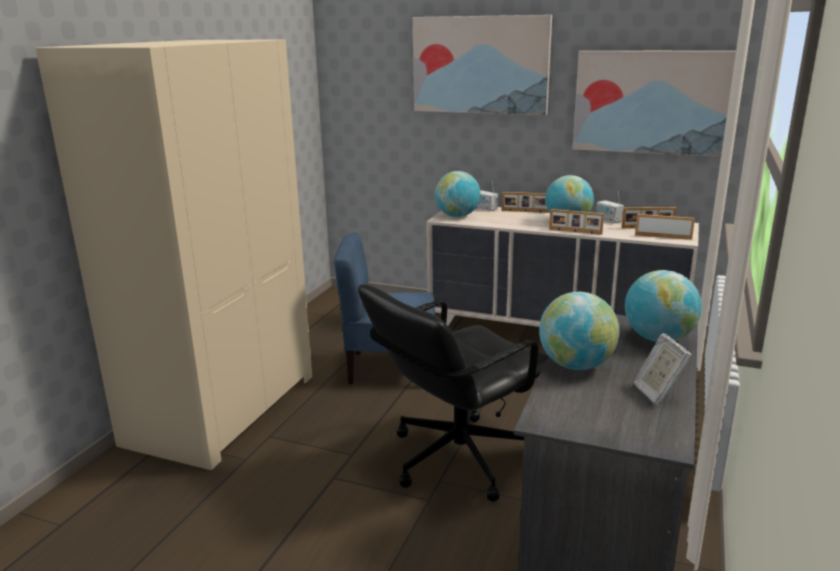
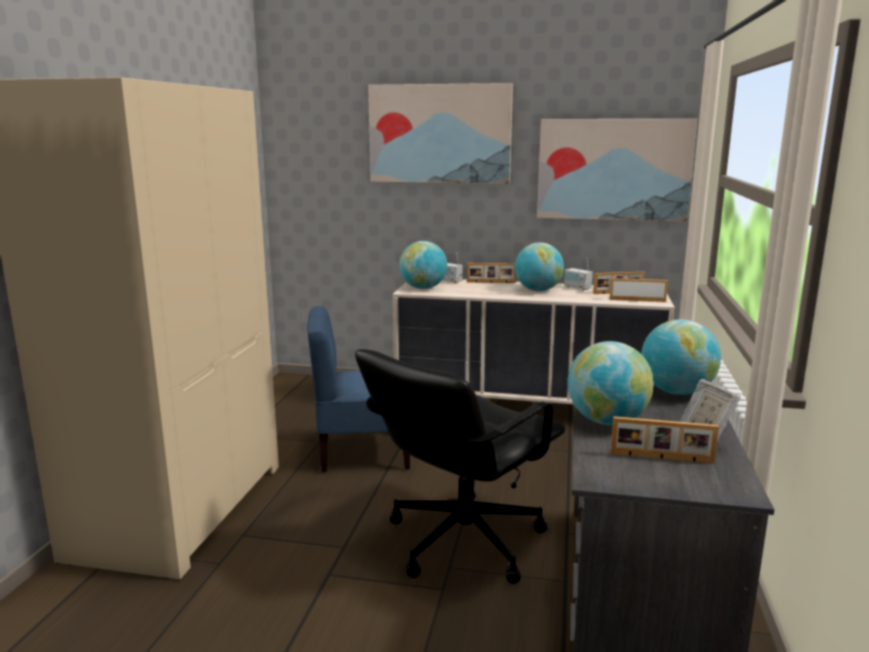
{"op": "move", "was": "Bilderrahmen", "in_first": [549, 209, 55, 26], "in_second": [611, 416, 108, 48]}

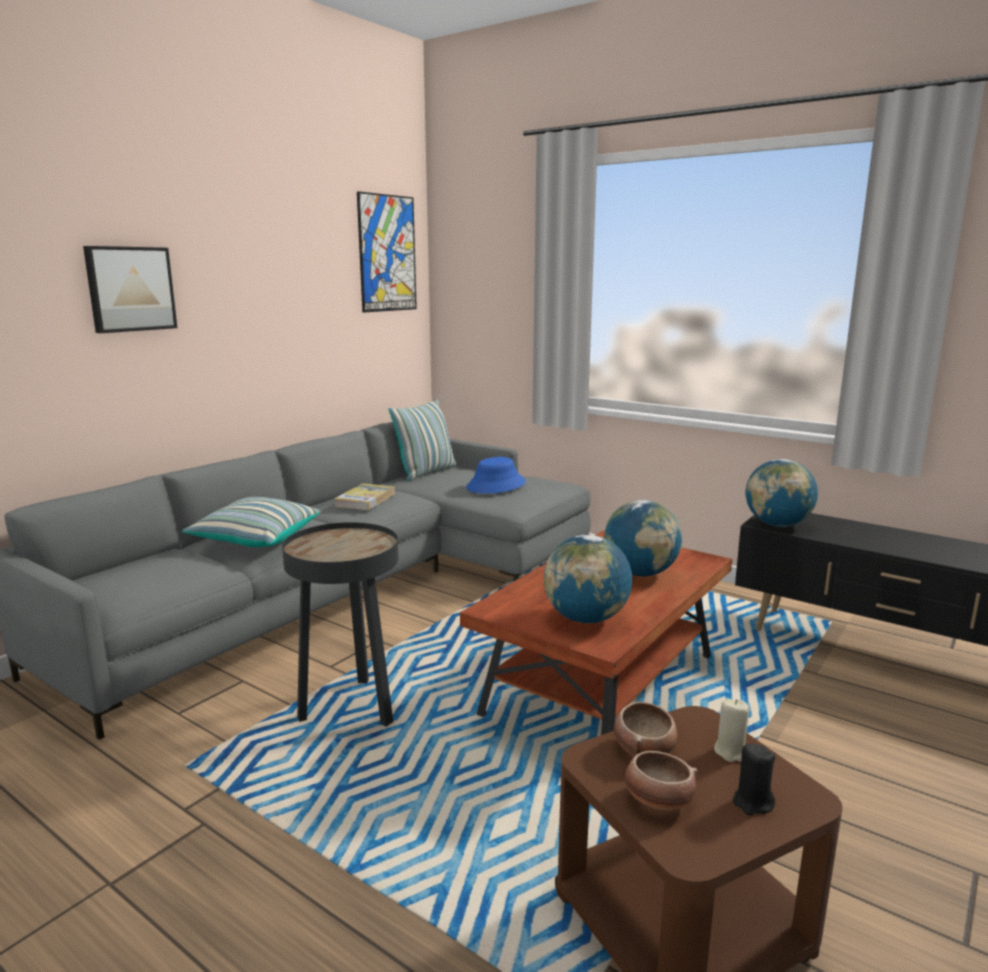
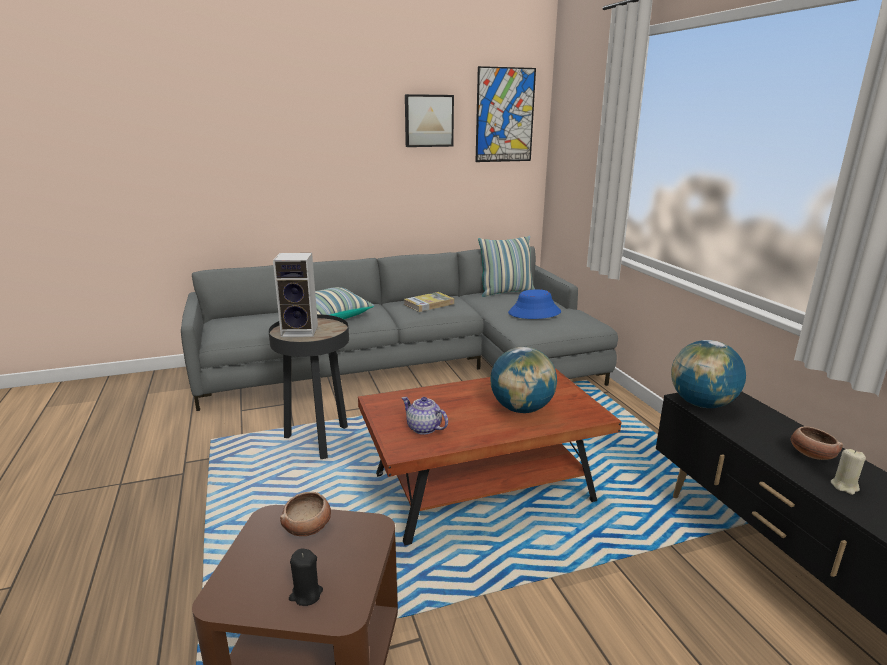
{"op": "insert", "now": "Lautsprecher", "in_second": [273, 253, 45, 84]}
{"op": "move", "was": "Bild", "in_first": [83, 246, 94, 87], "in_second": [405, 94, 49, 53]}
{"op": "move", "was": "Schüssel", "in_first": [625, 751, 73, 59], "in_second": [791, 426, 52, 34]}
{"op": "move", "was": "Kerze/beige", "in_first": [714, 699, 36, 63], "in_second": [831, 449, 35, 46]}
{"op": "replace", "was": "Globus", "now": "Teekanne", "in_first": [544, 535, 88, 88], "in_second": [402, 397, 46, 38]}

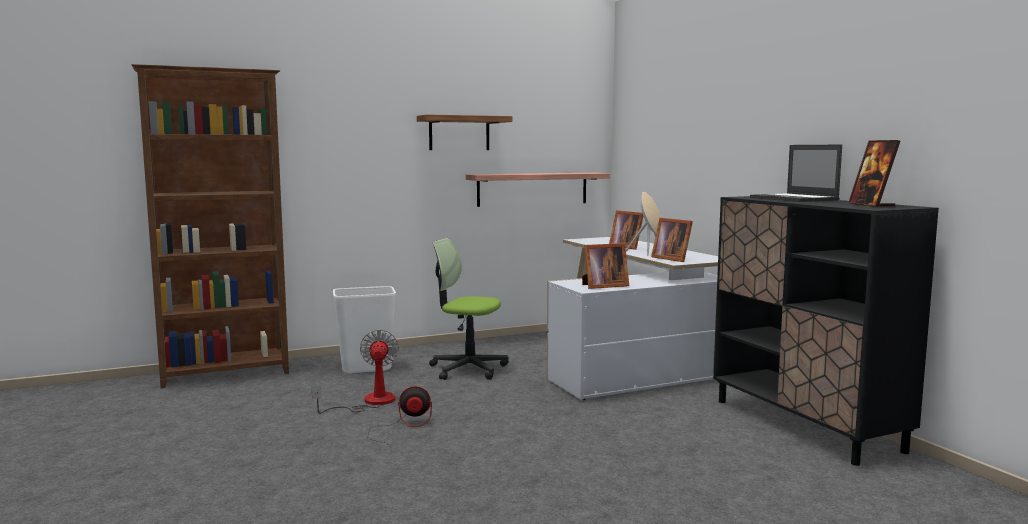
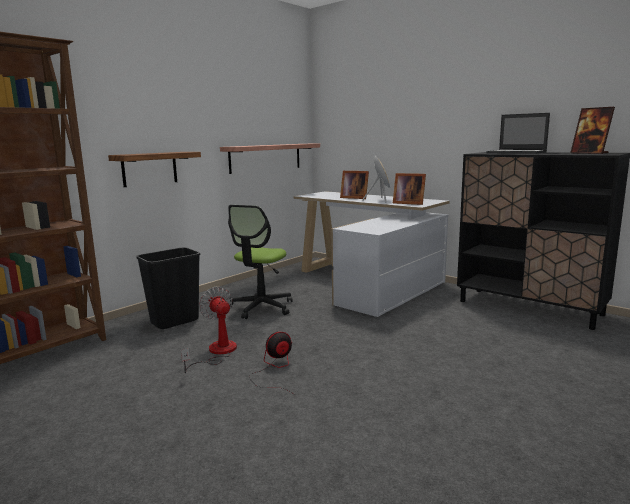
{"op": "delete", "was": "Bilderrahmen", "in_first": [582, 243, 47, 46]}
{"op": "move", "was": "Wandregal", "in_first": [417, 114, 95, 36], "in_second": [108, 152, 93, 35]}
{"op": "recolor", "was": "Mülleimer/weiß", "now": "Mülleimer/schwarz", "in_first": [333, 286, 63, 87], "in_second": [136, 247, 64, 82]}
{"op": "rotate", "was": "Bürostuhl", "in_first": [429, 238, 80, 142], "in_second": [228, 205, 64, 114], "clockwise": -60}

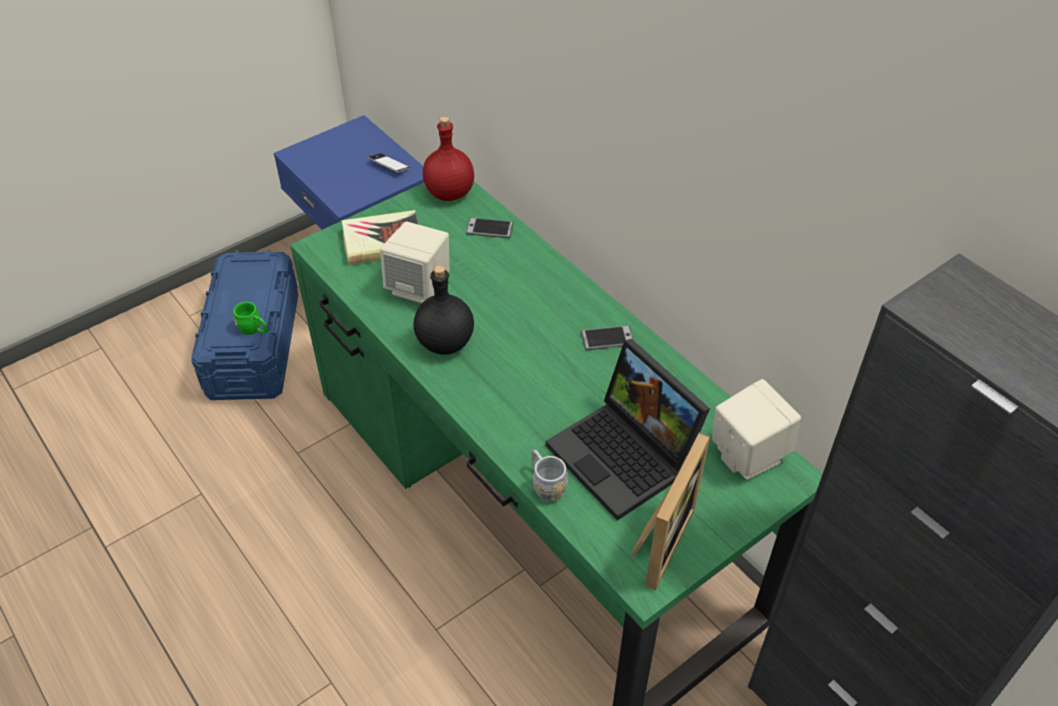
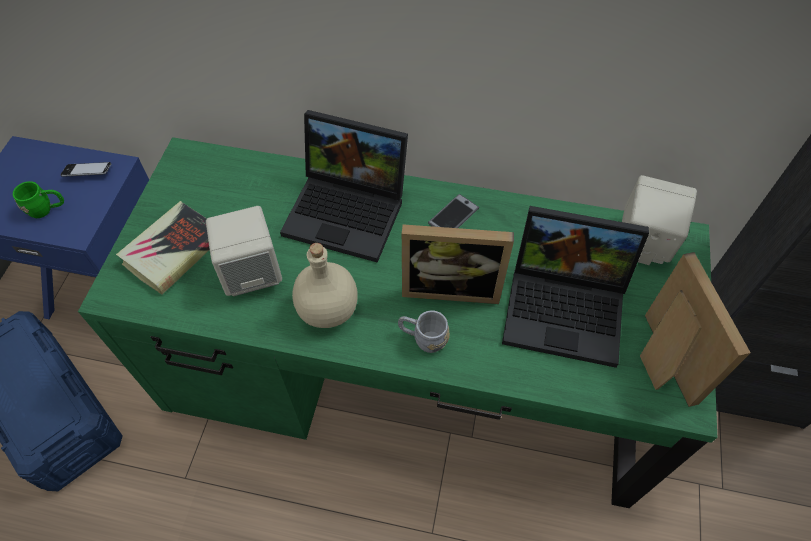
{"op": "delete", "was": "Flasche/rot", "in_first": [423, 116, 51, 85]}
{"op": "delete", "was": "Handy", "in_first": [466, 218, 48, 20]}
{"op": "insert", "now": "Laptop", "in_second": [280, 110, 128, 153]}
{"op": "insert", "now": "Bilderrahmen", "in_second": [402, 224, 112, 80]}
{"op": "move", "was": "Henkelbecher/grün", "in_first": [233, 302, 35, 33], "in_second": [13, 181, 51, 37]}
{"op": "move", "was": "Henkelbecher/grau", "in_first": [531, 450, 37, 52], "in_second": [398, 310, 52, 43]}
{"op": "recolor", "was": "Flasche/schwarz", "now": "Flasche/beige", "in_first": [414, 265, 60, 90], "in_second": [292, 243, 66, 85]}

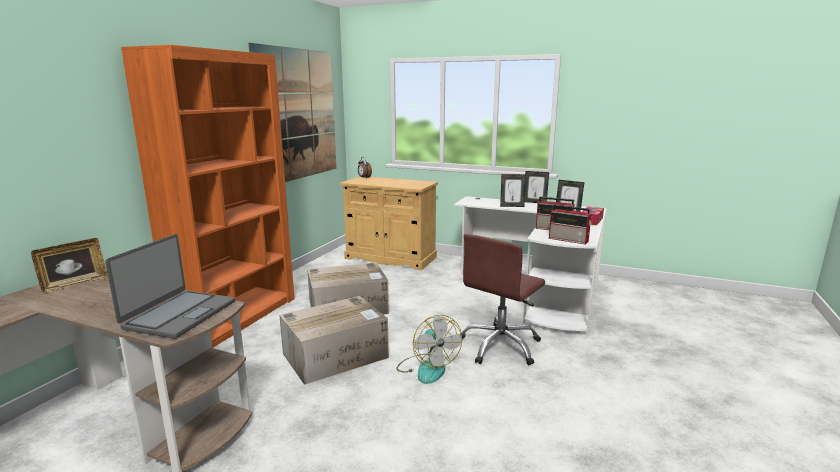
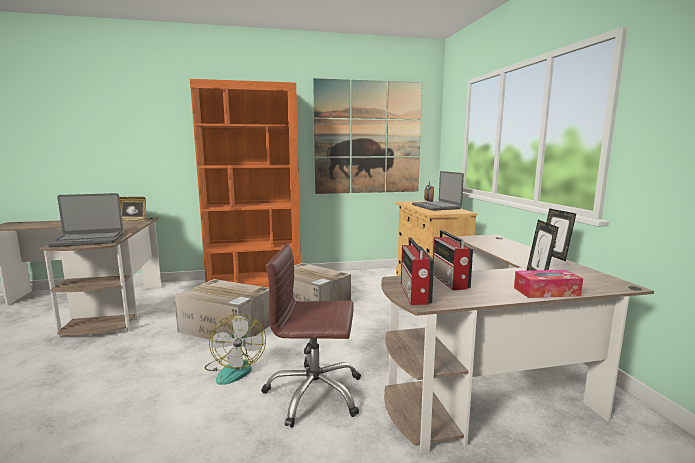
{"op": "delete", "was": "Bilderrahmen", "in_first": [500, 174, 26, 33]}
{"op": "insert", "now": "Laptop", "in_second": [412, 171, 52, 40]}
{"op": "recolor", "was": "Schreibtisch/weiß", "now": "Schreibtisch/braun", "in_first": [454, 196, 153, 139], "in_second": [381, 234, 273, 220]}
{"op": "rotate", "was": "Ventilator", "in_first": [396, 315, 66, 69], "in_second": [204, 314, 62, 71], "clockwise": -45}

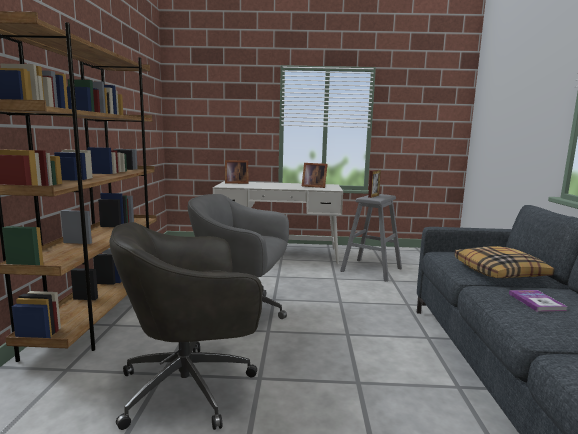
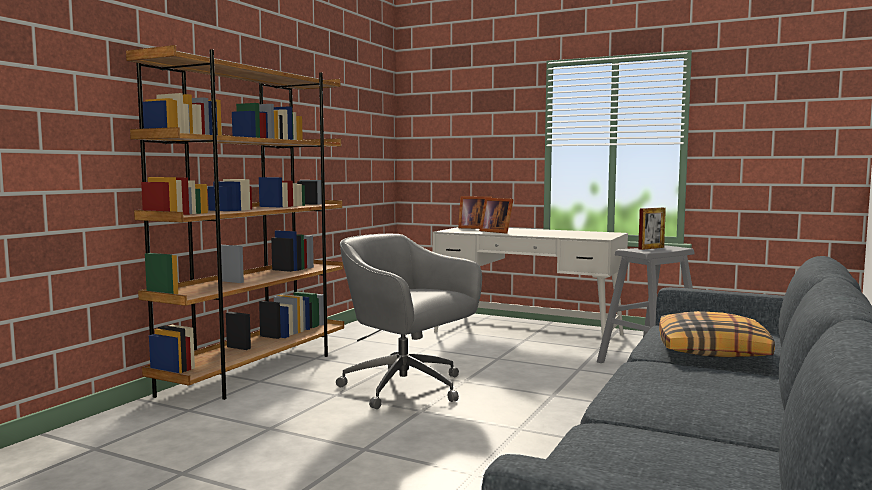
{"op": "delete", "was": "Bürostuhl/grau", "in_first": [109, 222, 153, 208]}
{"op": "delete", "was": "Buch", "in_first": [509, 290, 59, 21]}
{"op": "move", "was": "Bilderrahmen", "in_first": [302, 163, 26, 25], "in_second": [479, 198, 35, 36]}

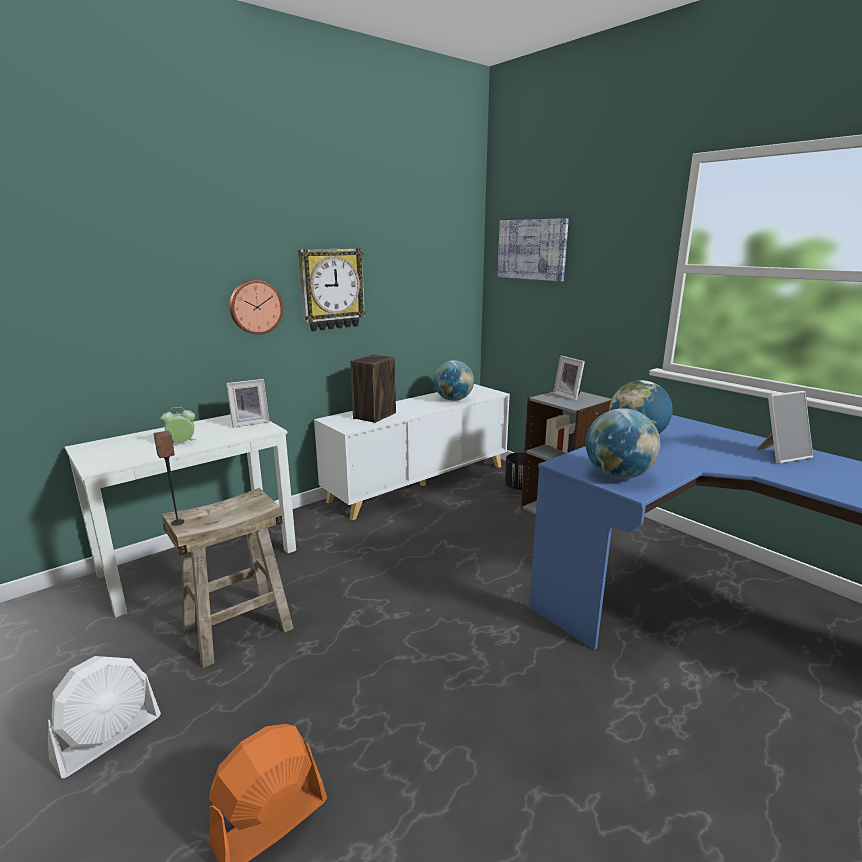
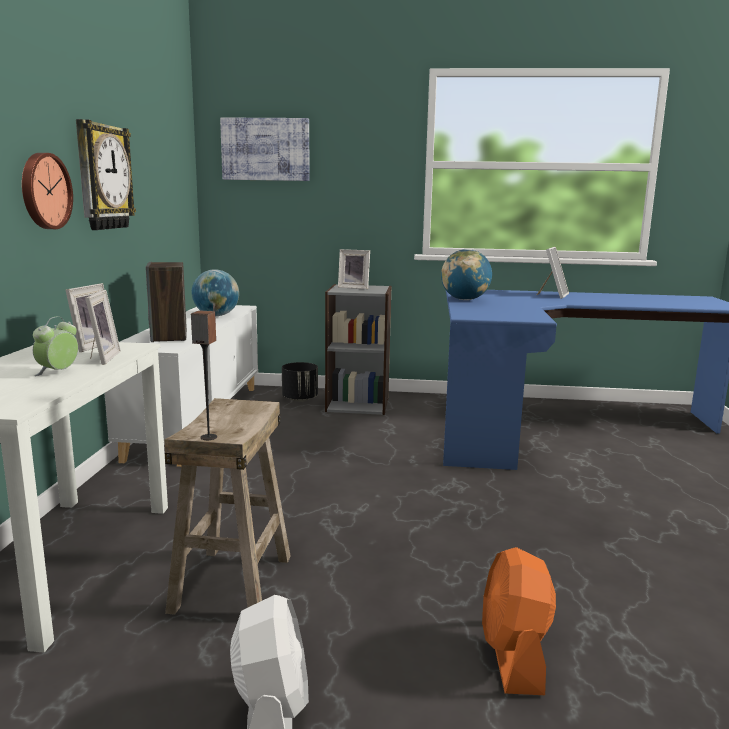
{"op": "delete", "was": "Globus", "in_first": [586, 408, 74, 71]}
{"op": "insert", "now": "Bilderrahmen", "in_second": [85, 290, 36, 75]}

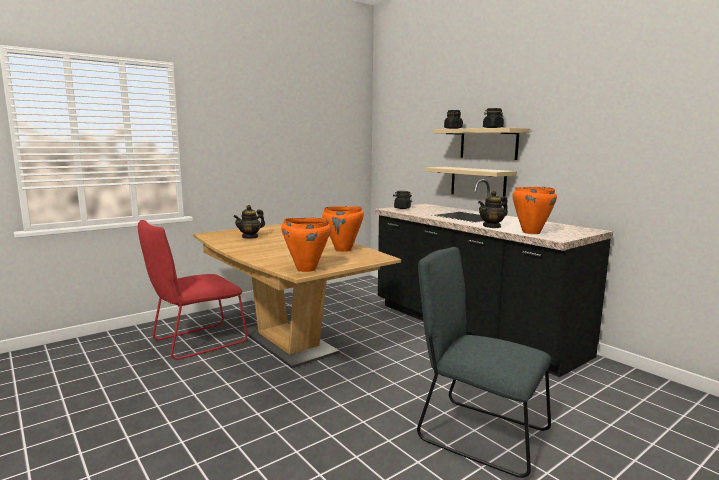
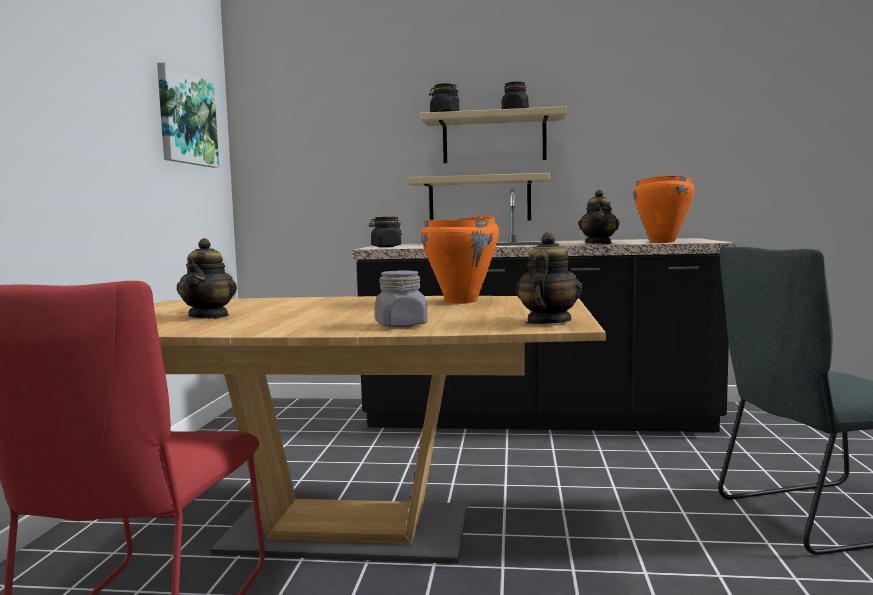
{"op": "insert", "now": "Bild", "in_second": [157, 62, 62, 106]}
{"op": "insert", "now": "Vorratsglas/grau", "in_second": [375, 270, 53, 58]}
{"op": "replace", "was": "Kochtopf/orange", "now": "Teekanne", "in_first": [281, 218, 50, 54], "in_second": [515, 232, 68, 92]}

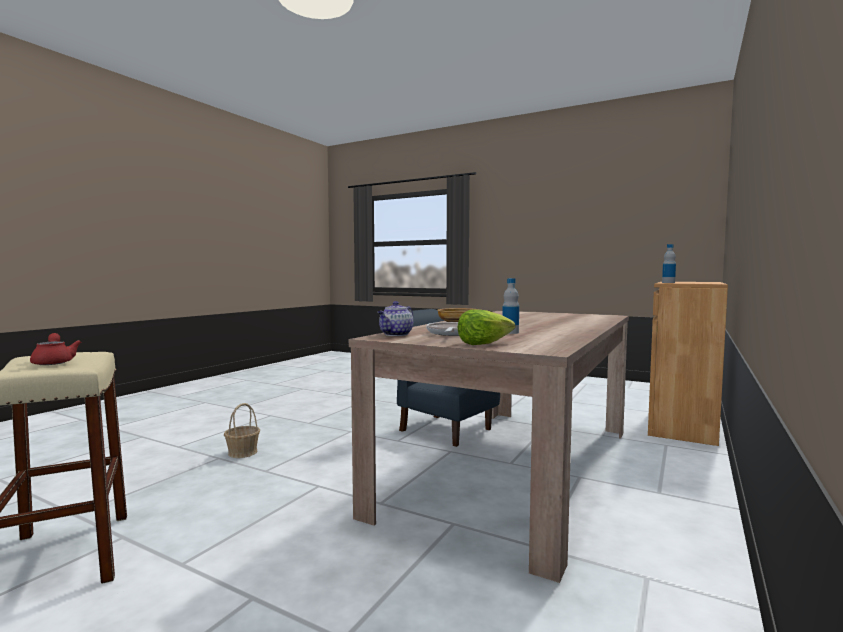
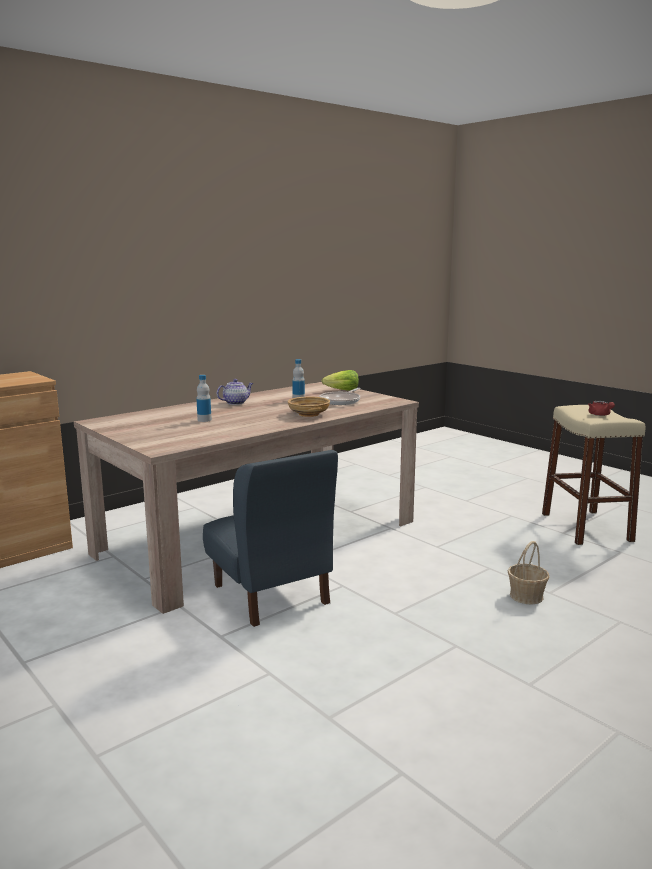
{"op": "move", "was": "Teekanne", "in_first": [378, 301, 35, 35], "in_second": [217, 379, 36, 26]}
{"op": "move", "was": "Flasche", "in_first": [662, 244, 14, 39], "in_second": [196, 375, 16, 47]}

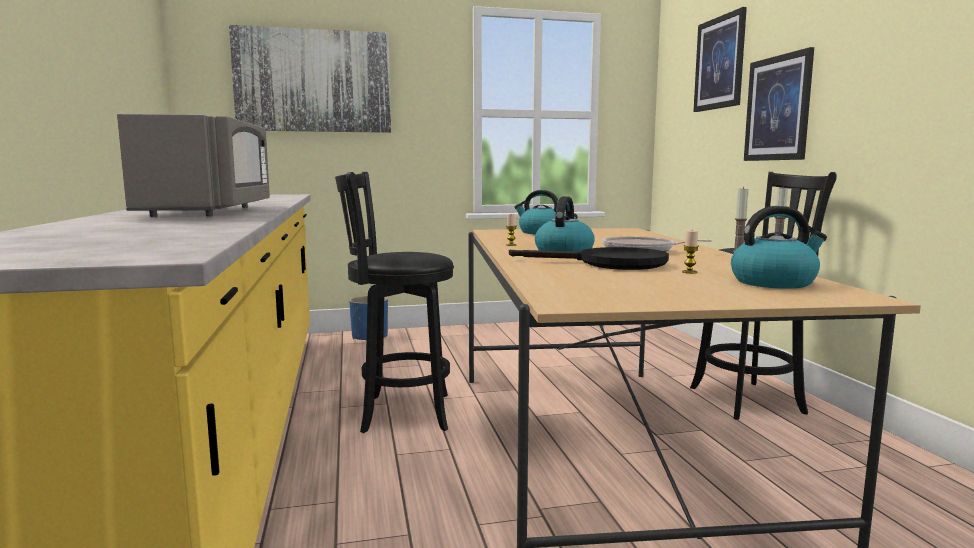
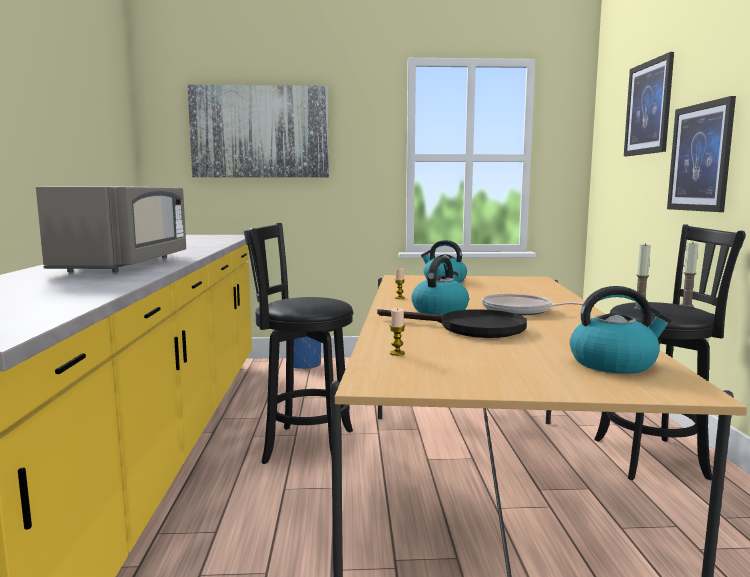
{"op": "move", "was": "Kerze", "in_first": [682, 229, 17, 45], "in_second": [390, 308, 15, 48]}

